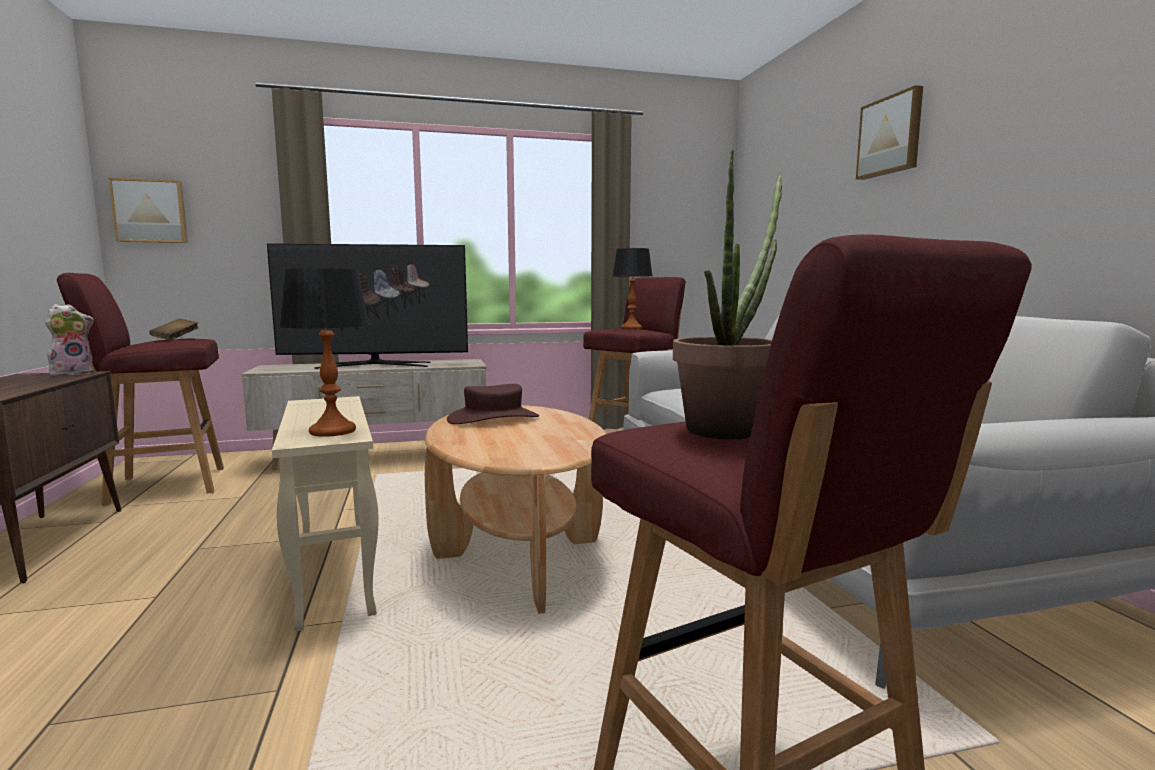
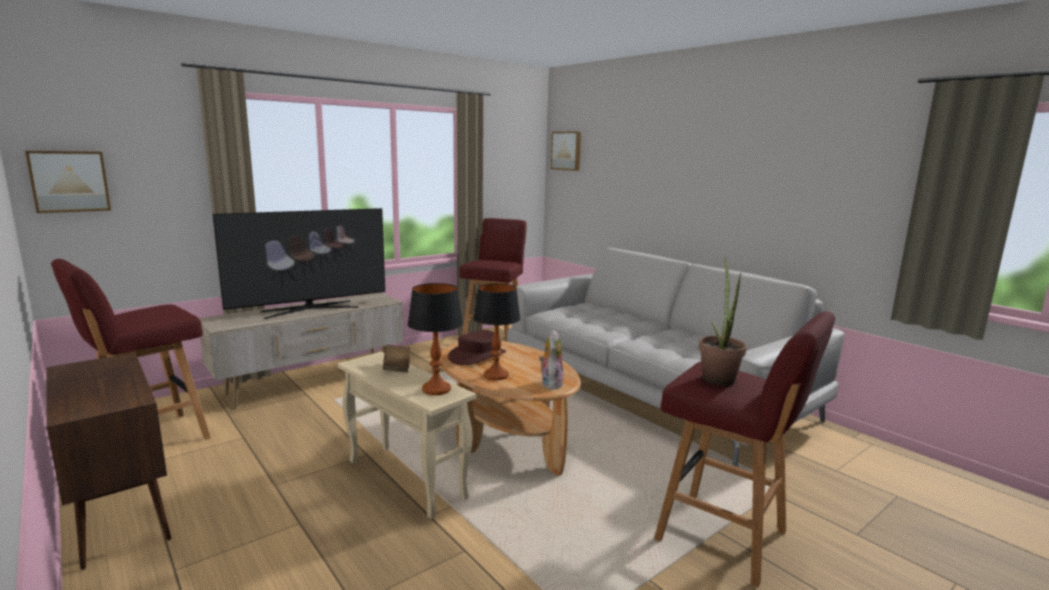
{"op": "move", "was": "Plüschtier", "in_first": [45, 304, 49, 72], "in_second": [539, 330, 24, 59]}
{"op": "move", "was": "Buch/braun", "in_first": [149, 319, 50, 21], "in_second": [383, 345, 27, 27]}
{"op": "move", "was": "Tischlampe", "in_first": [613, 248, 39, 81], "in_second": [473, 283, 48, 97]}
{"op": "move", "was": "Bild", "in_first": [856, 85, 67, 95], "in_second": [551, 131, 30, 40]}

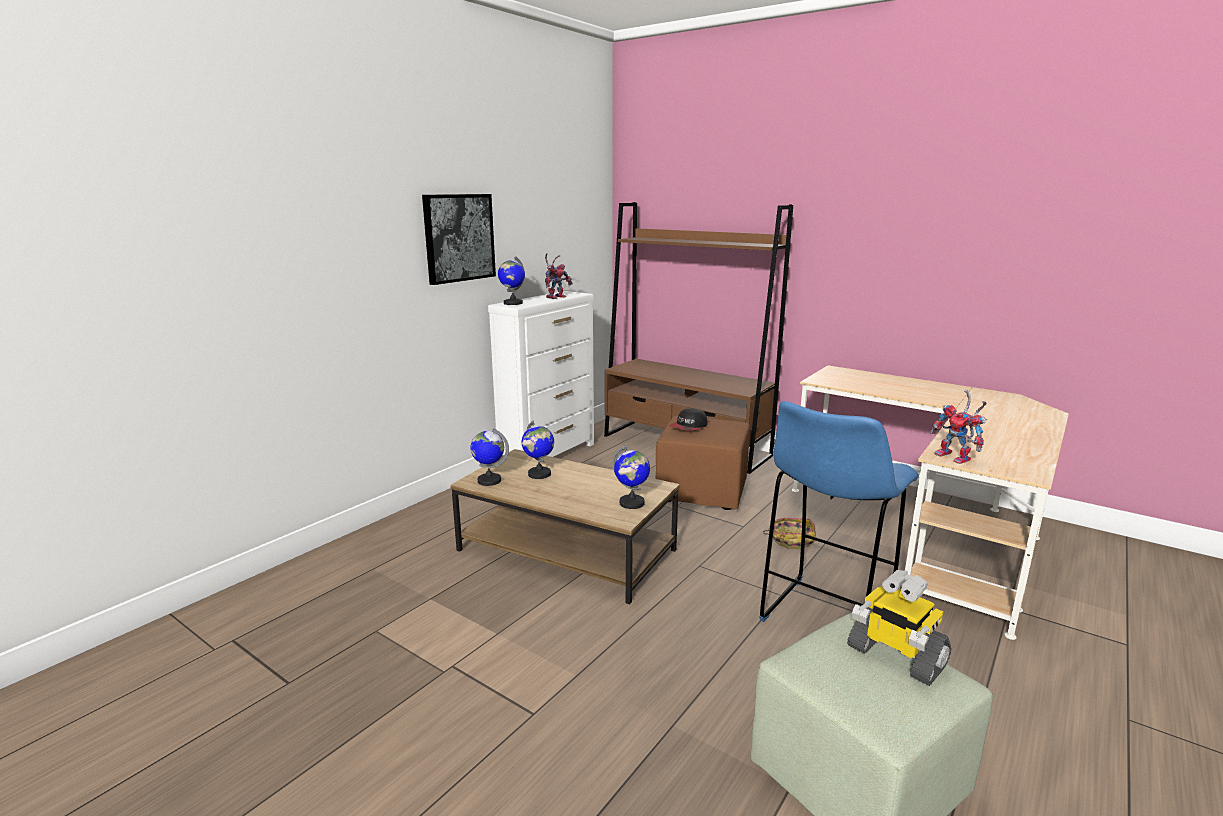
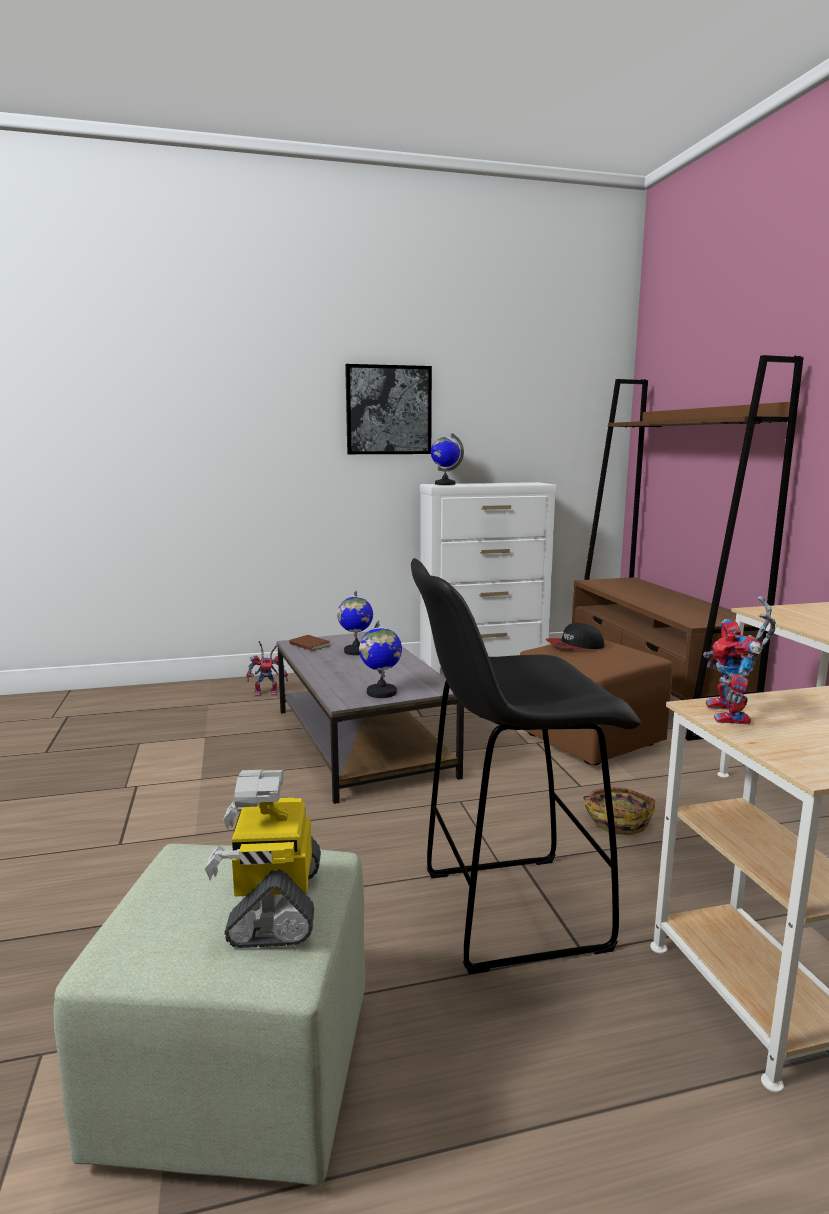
{"op": "move", "was": "Spielzeugroboter", "in_first": [545, 253, 28, 46], "in_second": [247, 641, 41, 55]}
{"op": "replace", "was": "Globus", "now": "Buch/braun", "in_first": [471, 428, 38, 58], "in_second": [289, 635, 42, 16]}
{"op": "recolor", "was": "Couchtisch/braun", "now": "Couchtisch/grau", "in_first": [450, 449, 230, 155], "in_second": [277, 632, 187, 172]}
{"op": "recolor", "was": "Hocker/blau", "now": "Hocker/schwarz", "in_first": [759, 401, 160, 221], "in_second": [411, 558, 230, 416]}

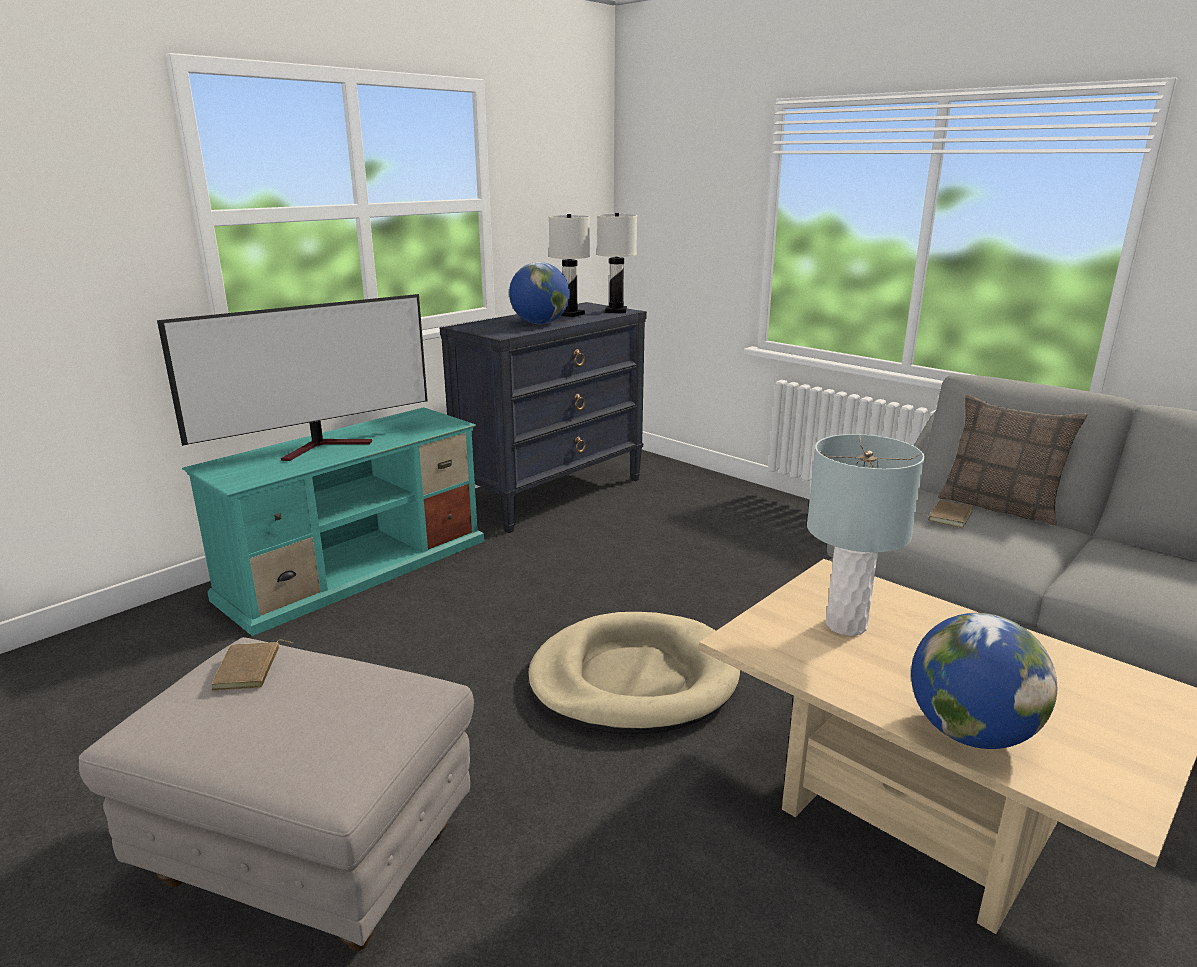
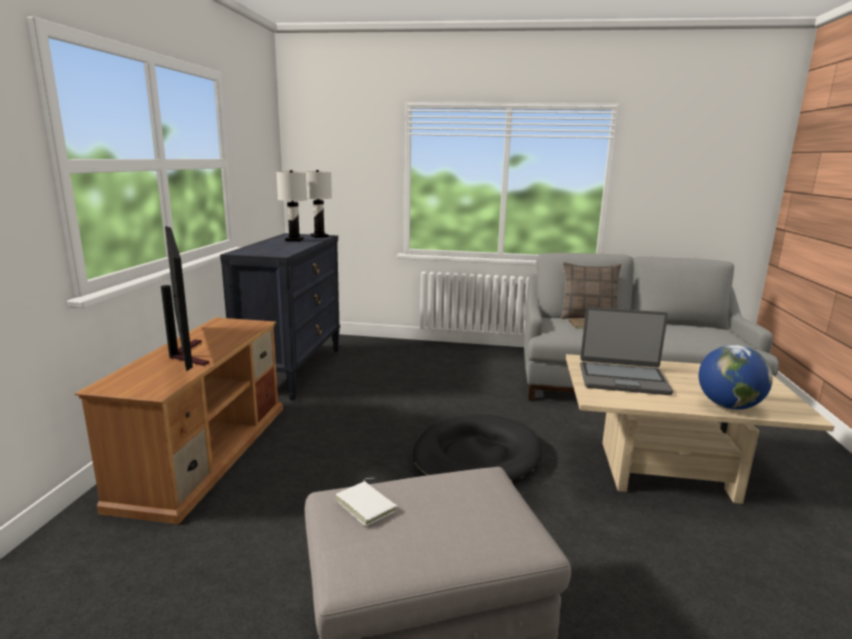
{"op": "delete", "was": "Globus", "in_first": [509, 262, 61, 62]}
{"op": "replace", "was": "Tischlampe/grau", "now": "Laptop", "in_first": [807, 434, 118, 202], "in_second": [580, 307, 93, 88]}
{"op": "recolor", "was": "Fernsehschrank/türkis", "now": "Fernsehschrank/braun", "in_first": [182, 407, 302, 229], "in_second": [74, 317, 209, 207]}
{"op": "recolor", "was": "Buch/braun", "now": "Buch/weiß", "in_first": [211, 640, 82, 50], "in_second": [335, 478, 62, 48]}
{"op": "recolor", "was": "Hundebett/beige", "now": "Hundebett/schwarz", "in_first": [528, 612, 212, 122], "in_second": [413, 414, 129, 70]}
{"op": "rotate", "was": "Fernseher", "in_first": [157, 294, 271, 167], "in_second": [161, 226, 48, 145], "clockwise": -45}

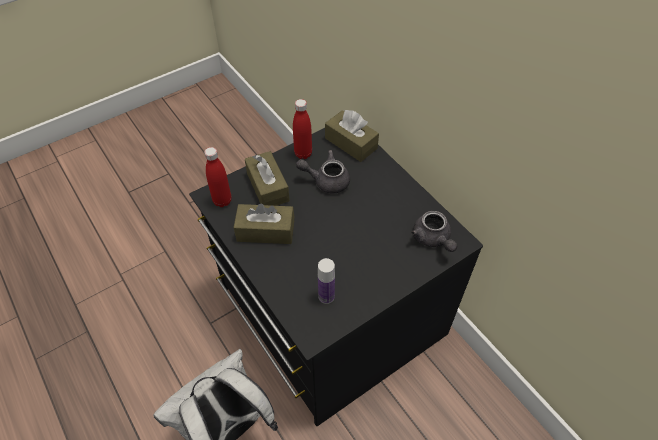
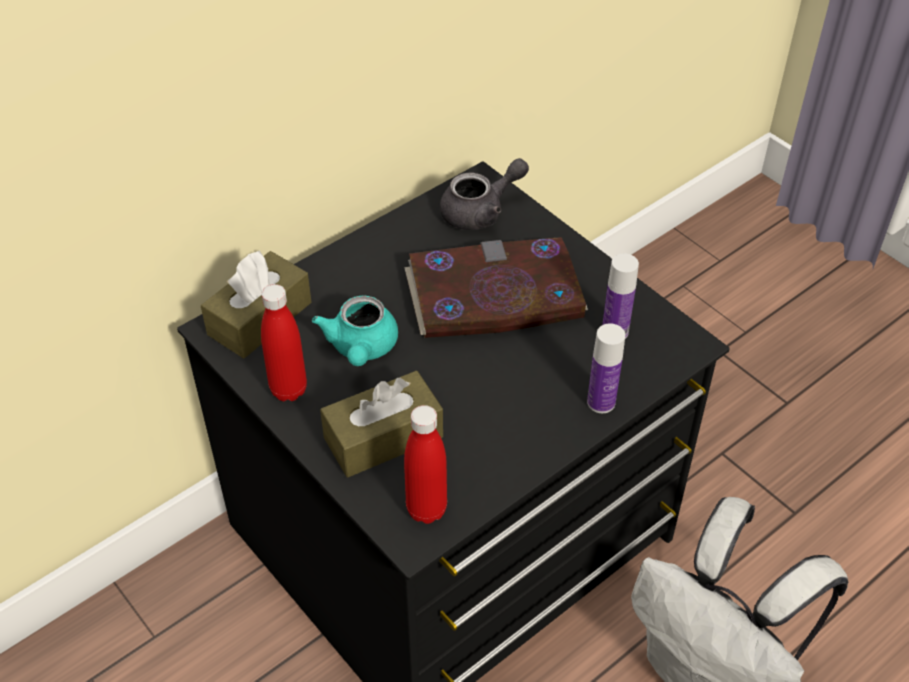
{"op": "delete", "was": "Taschentuchbox/braun", "in_first": [233, 204, 61, 40]}
{"op": "insert", "now": "Buch", "in_second": [404, 237, 184, 101]}
{"op": "insert", "now": "Flasche", "in_second": [587, 323, 38, 90]}
{"op": "recolor", "was": "Teekanne/grau", "now": "Teekanne/türkis", "in_first": [296, 150, 54, 44], "in_second": [312, 296, 86, 70]}

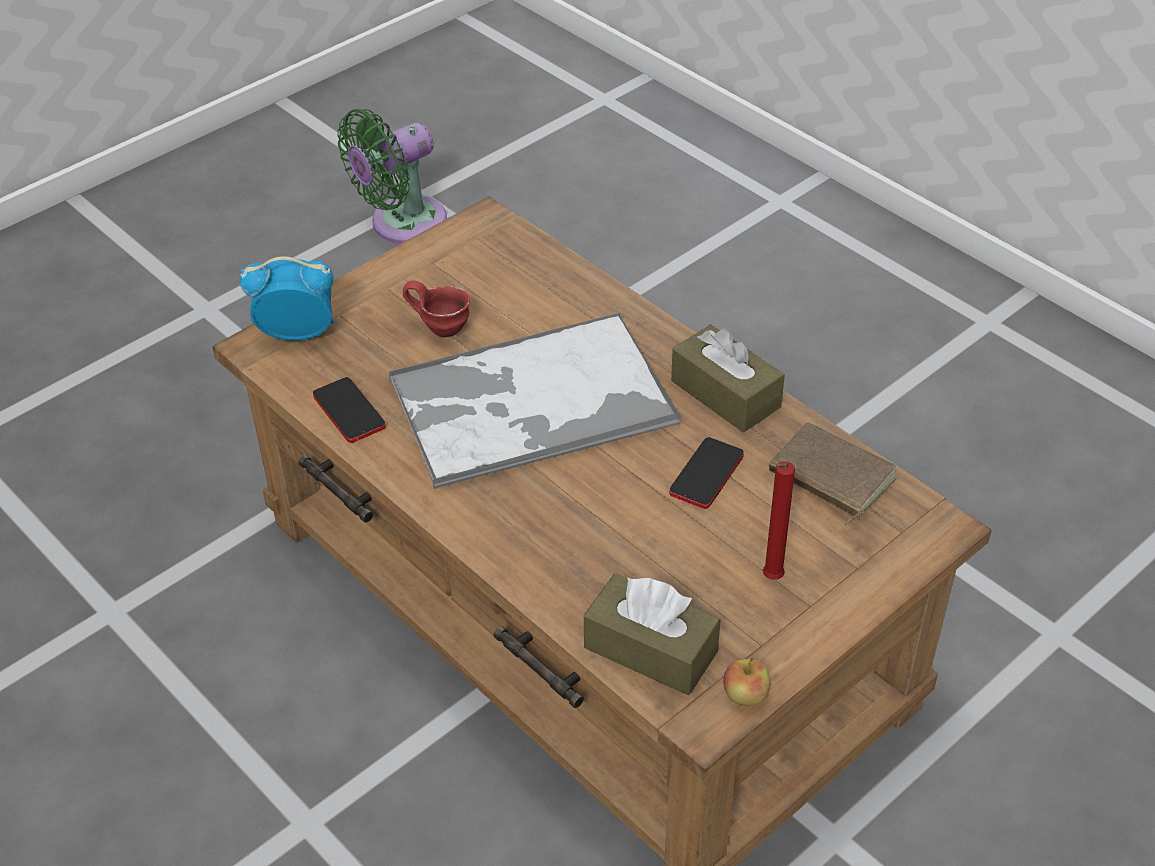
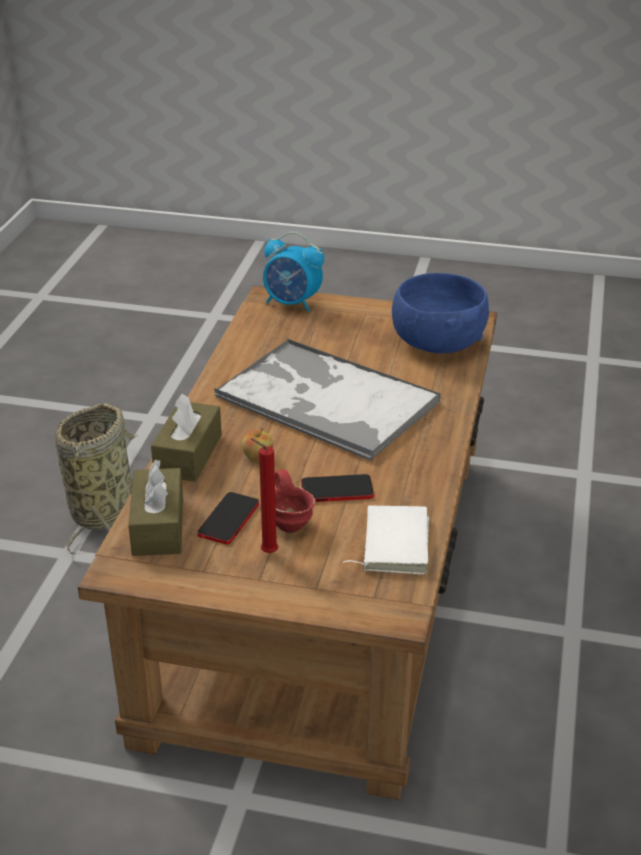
{"op": "delete", "was": "Ventilator/grün", "in_first": [337, 109, 110, 135]}
{"op": "insert", "now": "Korb", "in_second": [55, 403, 83, 151]}
{"op": "insert", "now": "Schüssel/blau", "in_second": [392, 273, 97, 80]}
{"op": "move", "was": "Handy", "in_first": [313, 377, 73, 66], "in_second": [197, 492, 62, 53]}
{"op": "move", "was": "Henkelbecher/rot", "in_first": [403, 281, 67, 56], "in_second": [275, 469, 40, 64]}
{"op": "move", "was": "Taschentuchbox/braun", "in_first": [671, 324, 114, 109], "in_second": [151, 394, 71, 88]}
{"op": "move", "was": "Apfel", "in_first": [723, 657, 48, 49], "in_second": [242, 428, 31, 34]}
{"op": "recolor", "was": "Buch/braun", "now": "Buch/weiß", "in_first": [769, 422, 129, 105], "in_second": [343, 505, 86, 69]}
{"op": "rotate", "was": "Wecker", "in_first": [240, 256, 94, 85], "in_second": [263, 232, 61, 80], "clockwise": 150}

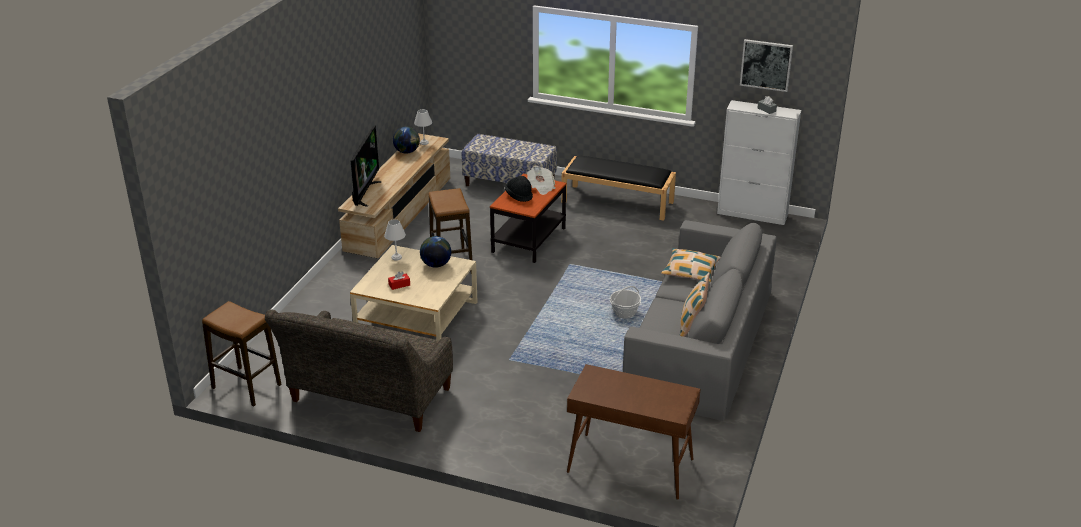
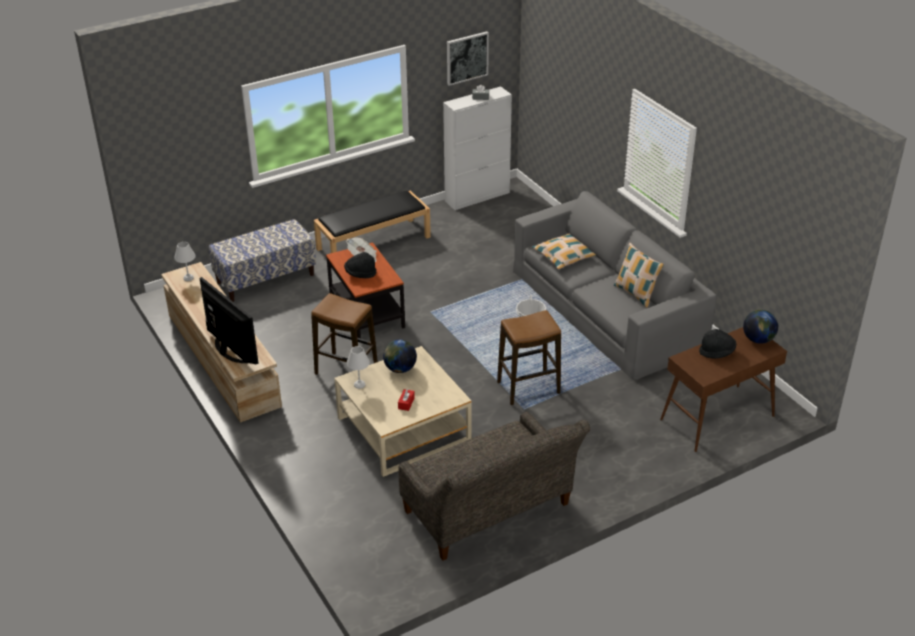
{"op": "insert", "now": "Hut/schwarz", "in_second": [699, 329, 37, 30]}
{"op": "move", "was": "Hocker", "in_first": [202, 301, 80, 105], "in_second": [497, 310, 64, 95]}
{"op": "move", "was": "Globus", "in_first": [393, 127, 27, 27], "in_second": [743, 310, 35, 34]}

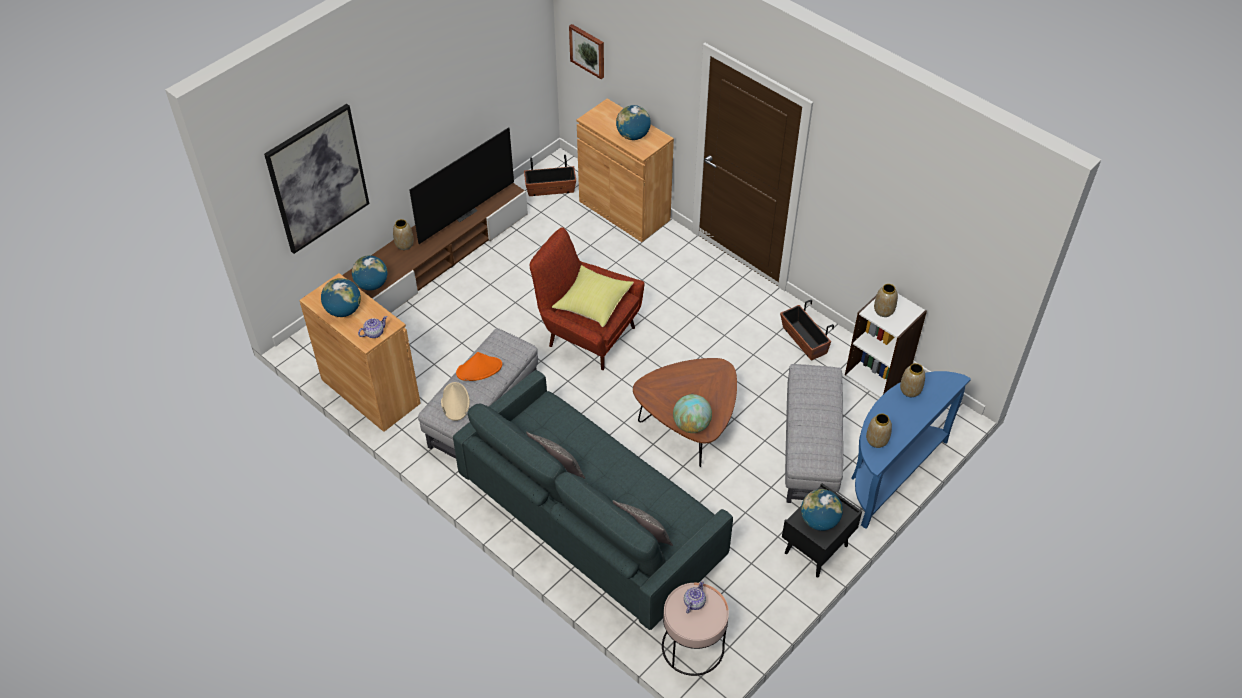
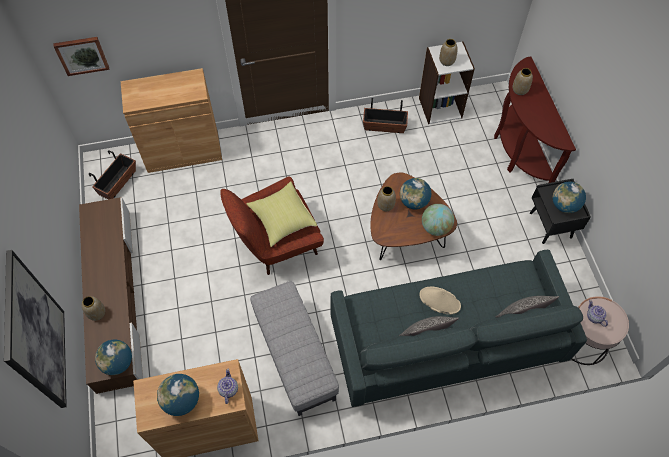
{"op": "delete", "was": "Fernseher", "in_first": [410, 127, 104, 117]}
{"op": "delete", "was": "Hut/orange", "in_first": [456, 352, 46, 29]}
{"op": "delete", "was": "Polsterhocker/grau", "in_first": [785, 364, 58, 139]}
{"op": "move", "was": "Hut/beige", "in_first": [441, 382, 29, 39], "in_second": [419, 287, 42, 28]}
{"op": "move", "was": "Globus", "in_first": [616, 105, 35, 35], "in_second": [400, 178, 31, 32]}
{"op": "move", "was": "Vase", "in_first": [866, 413, 26, 35], "in_second": [377, 186, 19, 25]}
{"op": "recolor", "was": "Konsolentisch/blau", "now": "Konsolentisch/braun", "in_first": [851, 371, 120, 158], "in_second": [494, 56, 82, 127]}

